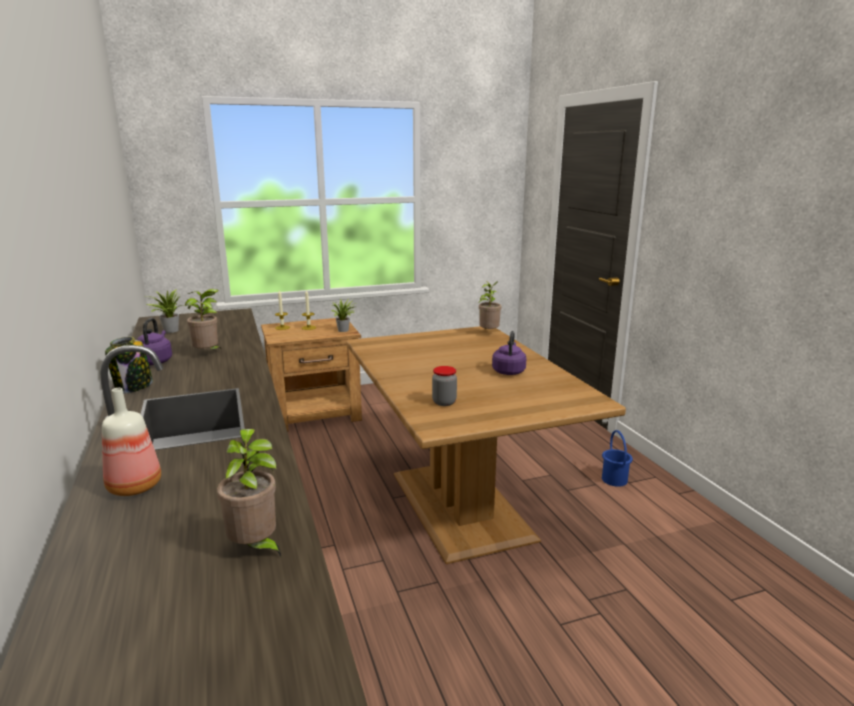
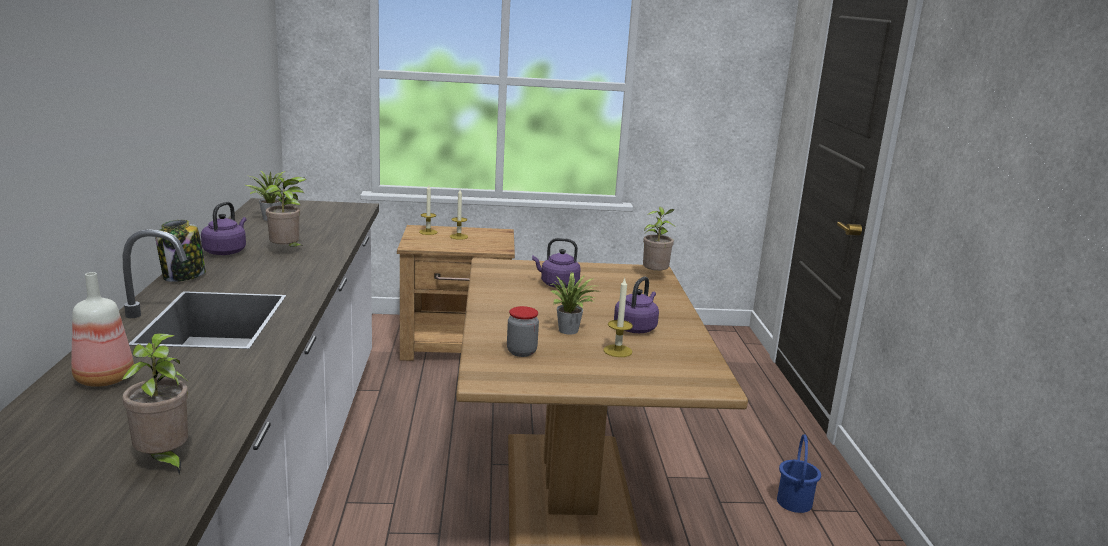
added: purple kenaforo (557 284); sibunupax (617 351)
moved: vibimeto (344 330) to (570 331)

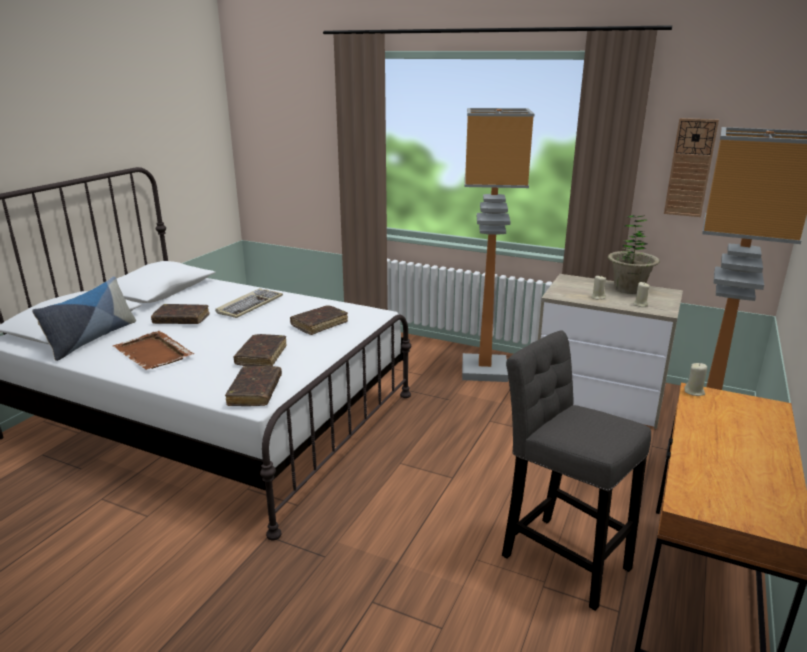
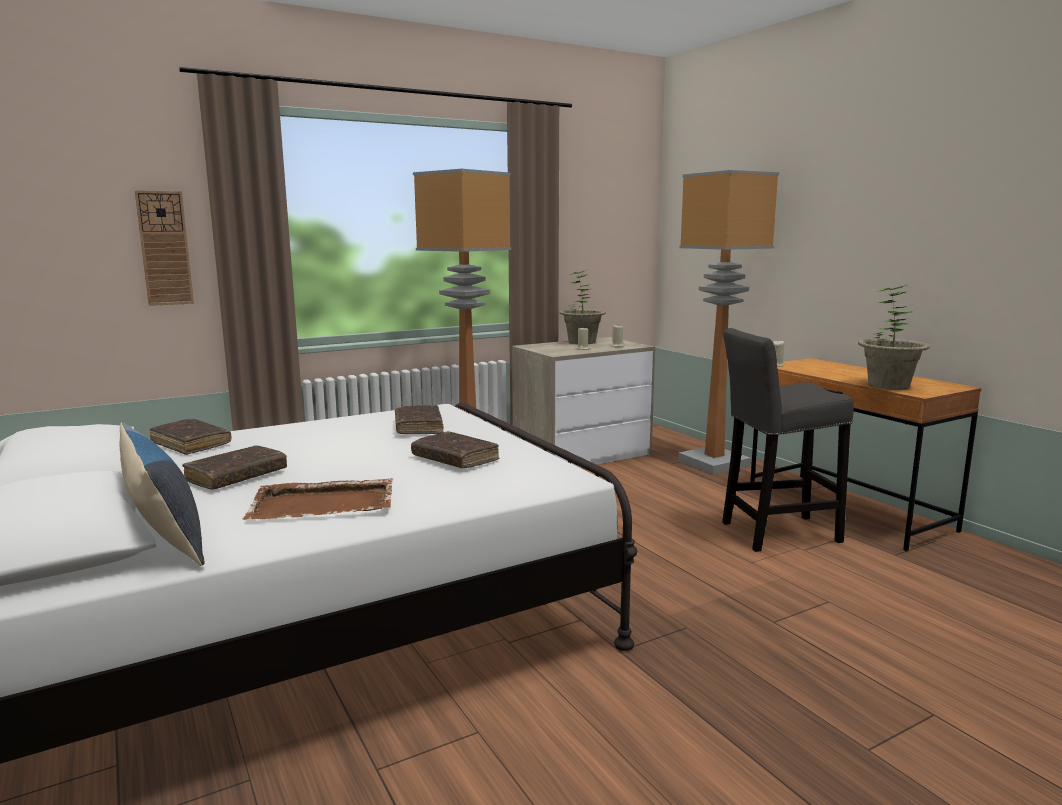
removed: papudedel (249 305)
added: vibimeto (888 385)
moved: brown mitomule (255 392) to (191 444); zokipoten (690 168) to (165 248)

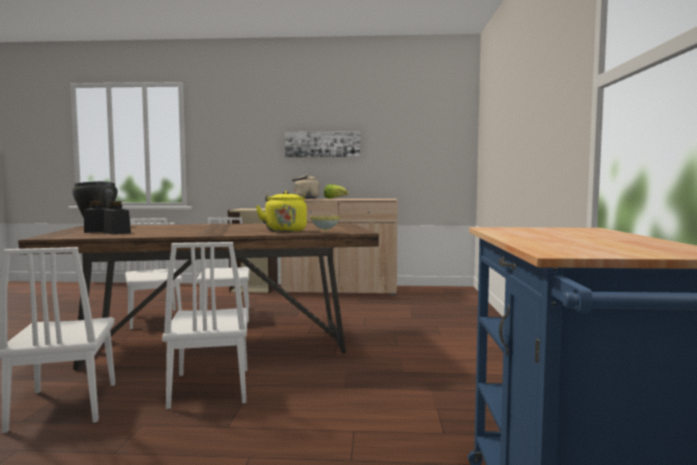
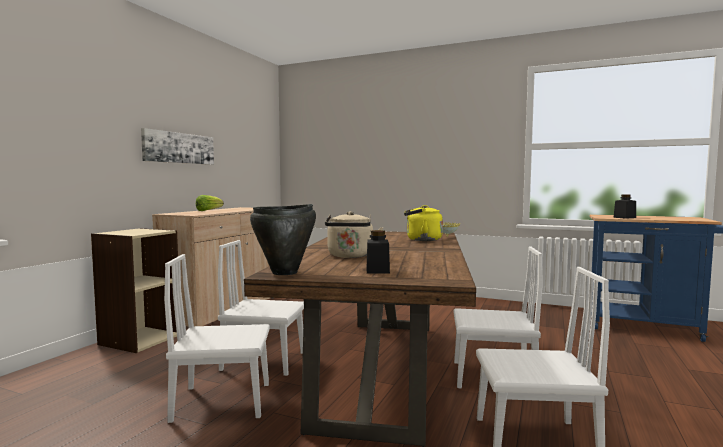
moved: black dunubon (117 233) to (624 217); beige kenaforo (305 198) to (350 256)

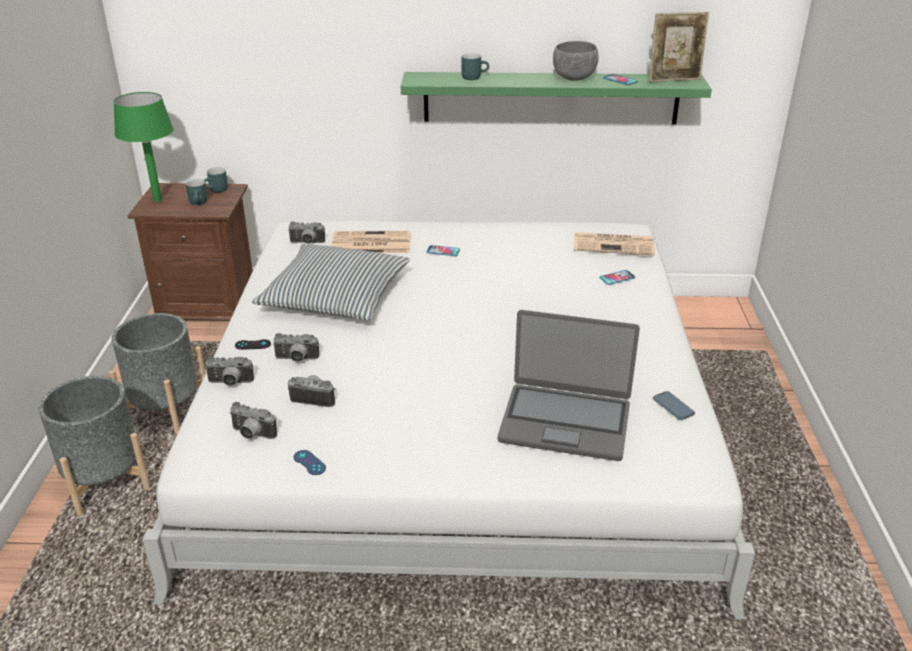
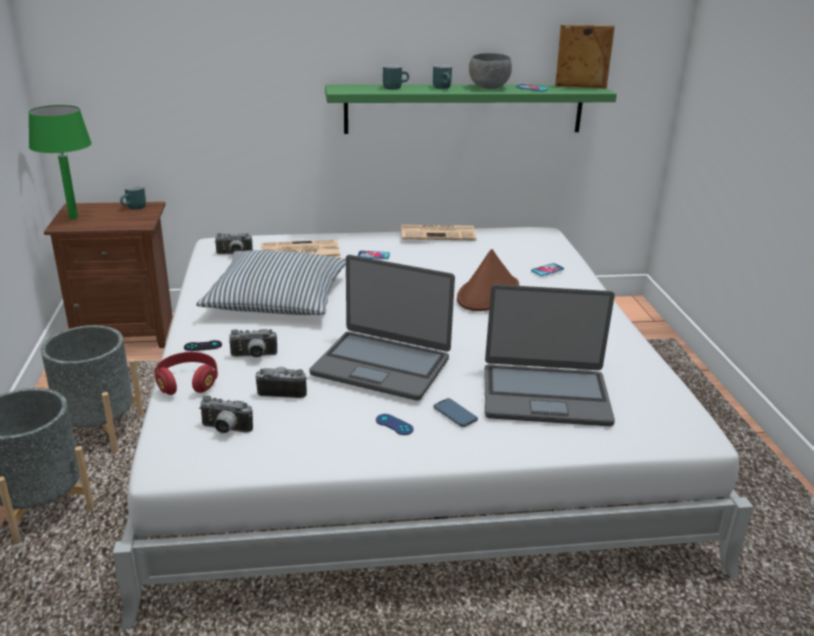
added: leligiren (382 365); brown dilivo (488 294)
moved: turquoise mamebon (199 203) to (444 88); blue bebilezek (309 462) to (394 424); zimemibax (614 244) to (439 233); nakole (673 407) to (455 415)
replaced: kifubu (230 383) to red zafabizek (188 383)
turned: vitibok (674 80) = (580 88) 150 degrees counterclockwise

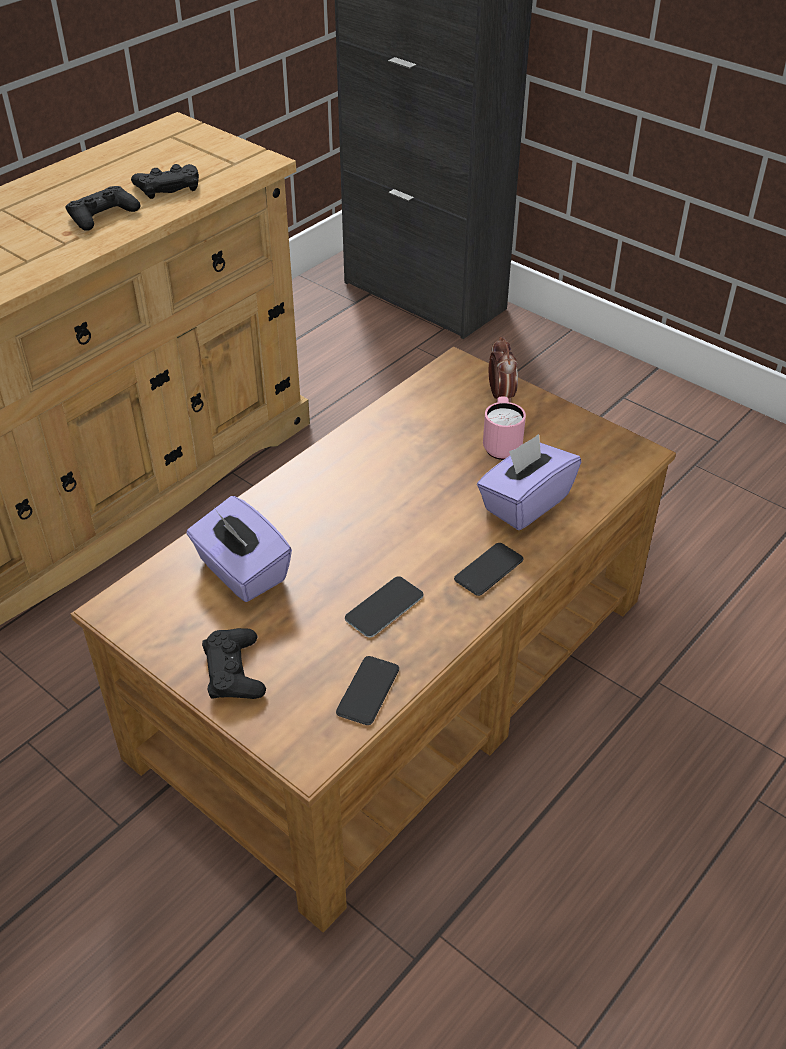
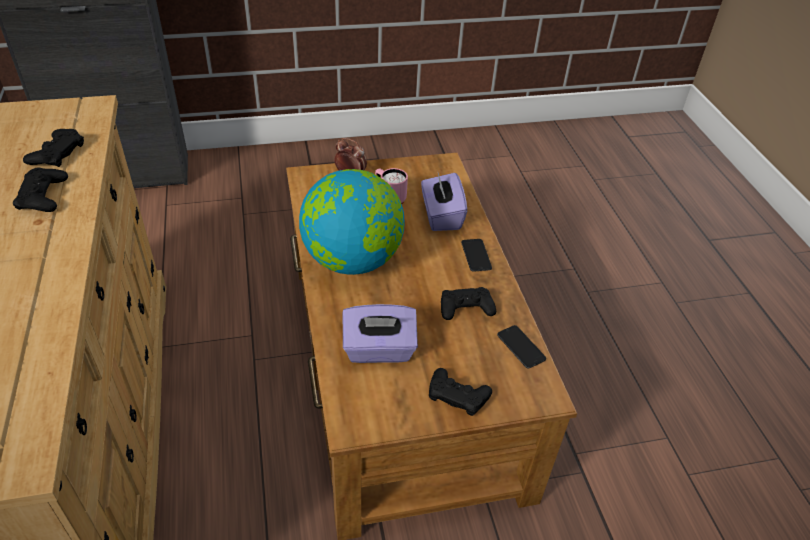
added: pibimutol (353 260)
replaced: nakole (384 607) to black bebilezek (466 307)

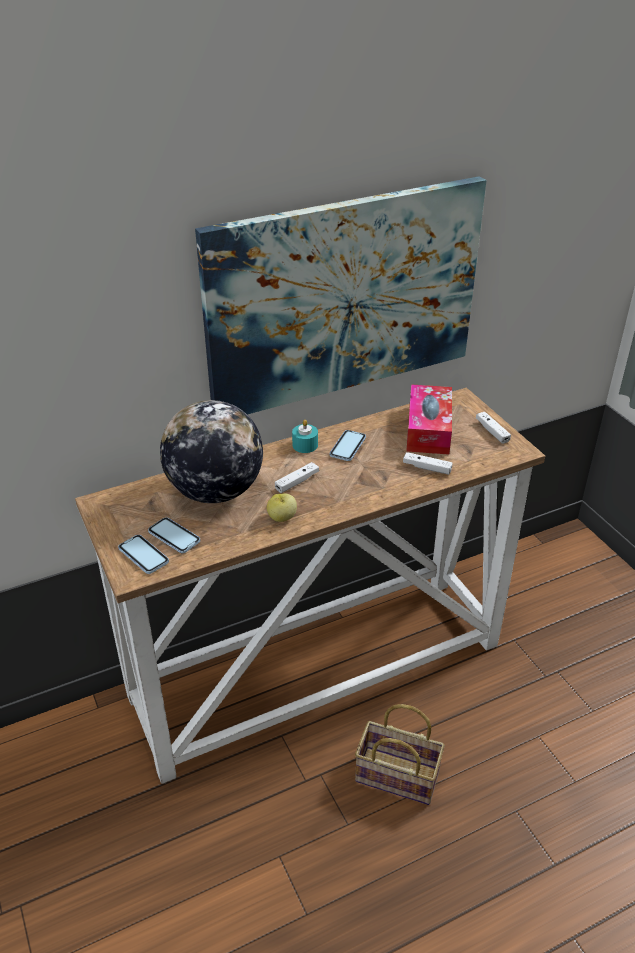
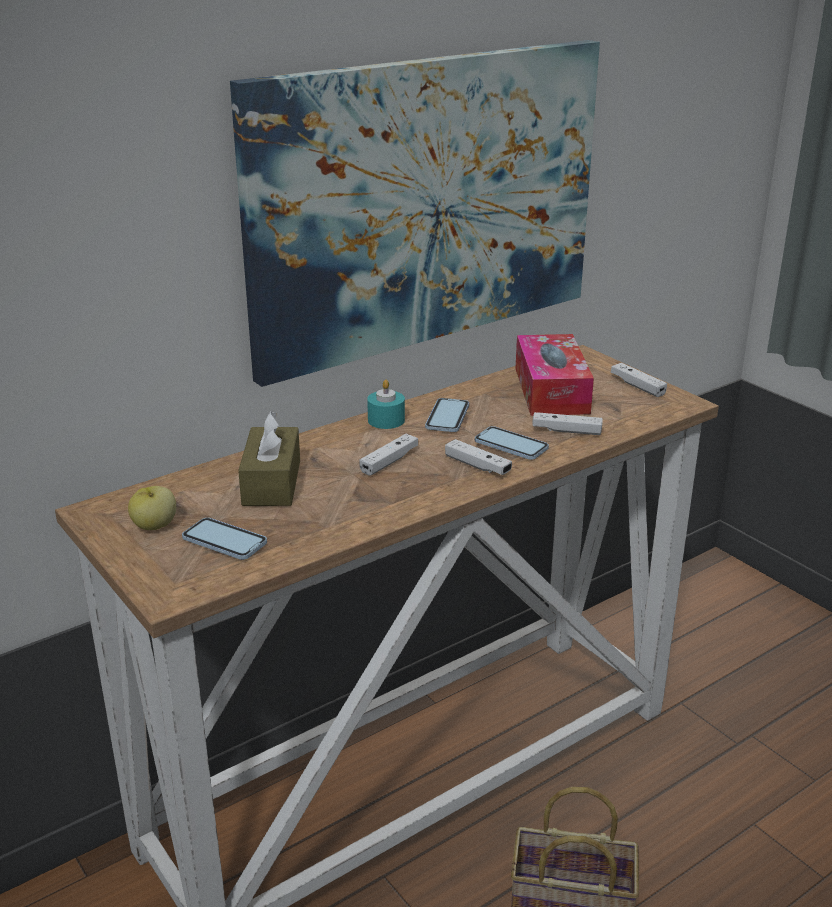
added: white bebilezek (477 466)
moved: nakole (143 555) to (511 445); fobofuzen (282 518) to (154 526)
replaced: pibimutol (215 491) to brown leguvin (271 482)

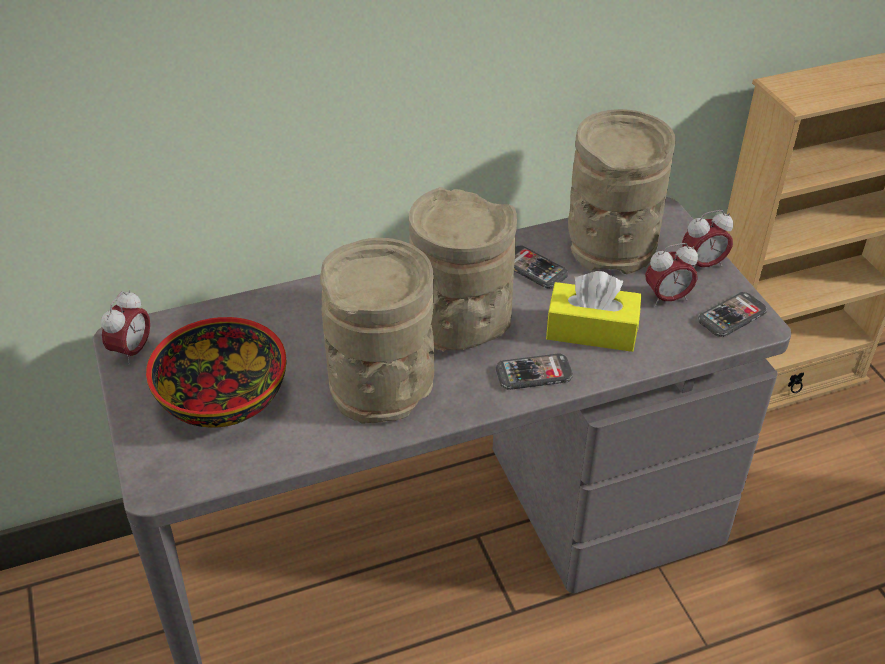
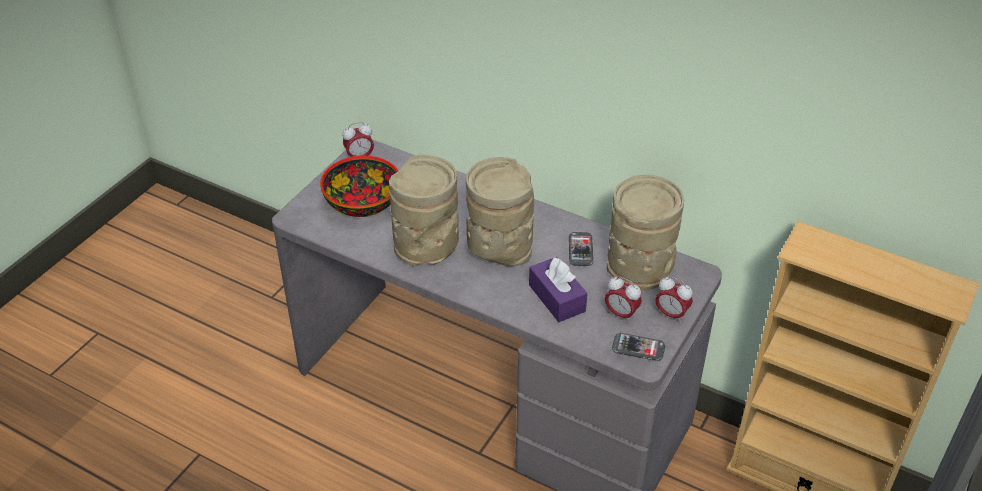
removed: nakole (534 373)
recoloured: yellow leguvin (591 330) to purple leguvin (557 298)

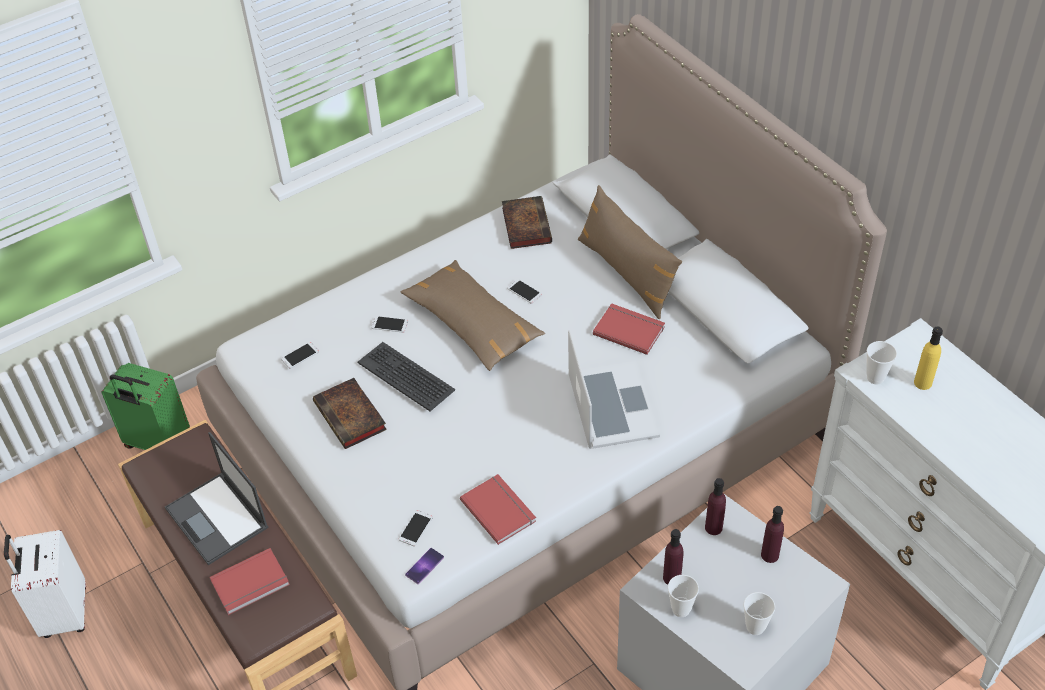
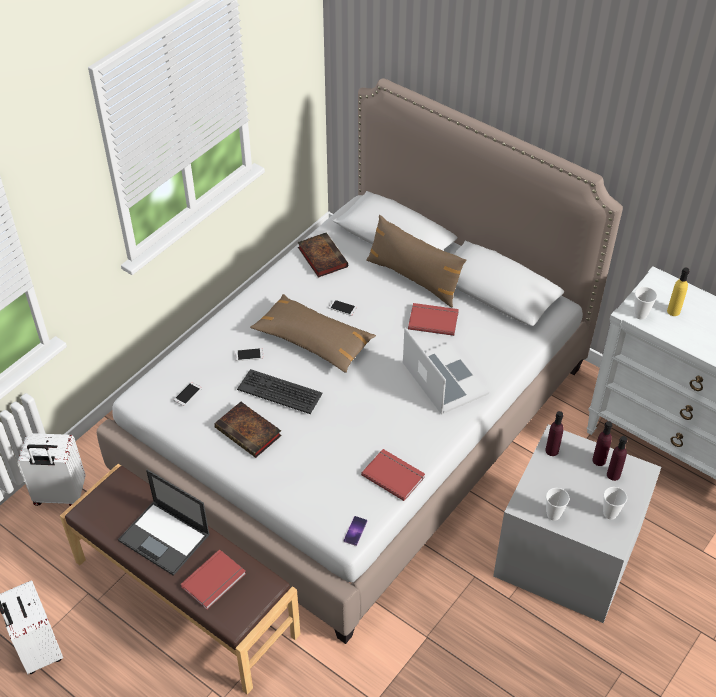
removed: nakole (415 528)
moved: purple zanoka (672 578) to (613 475)
recoloured: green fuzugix (156 443) to white fuzugix (59 495)

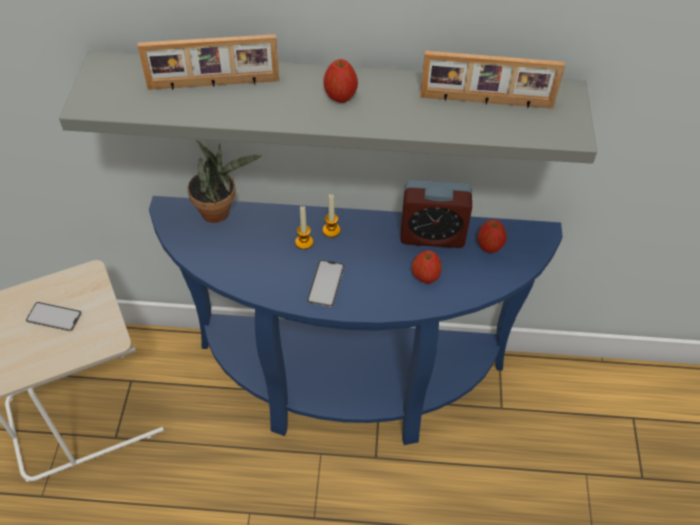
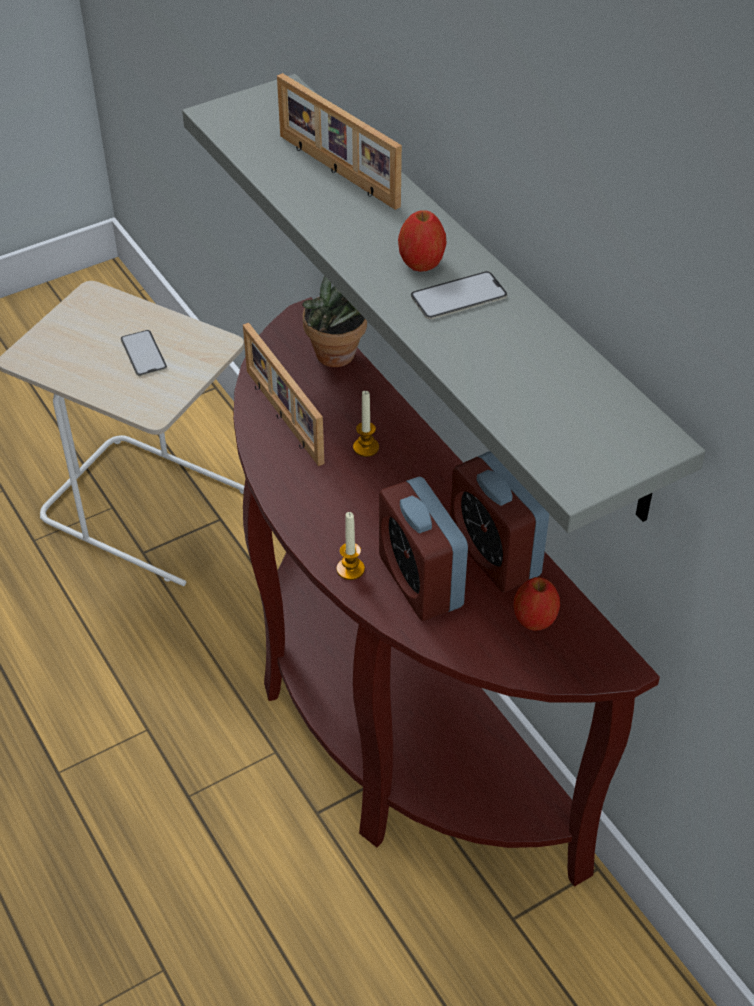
moved: nakole (326 283) to (459 296); sibunupax (331 230) to (350 569); vitibok (486 102) to (282 417)
replaced: fobofuzen (425 277) to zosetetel (420 581)
recoloured: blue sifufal (347 387) to brown sifufal (389 724)

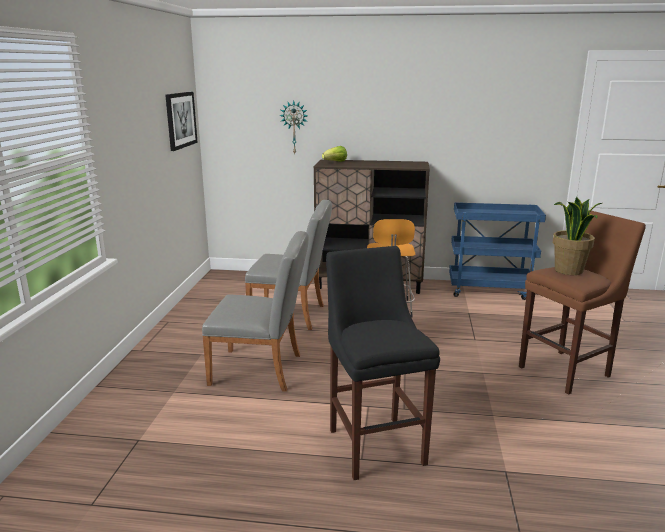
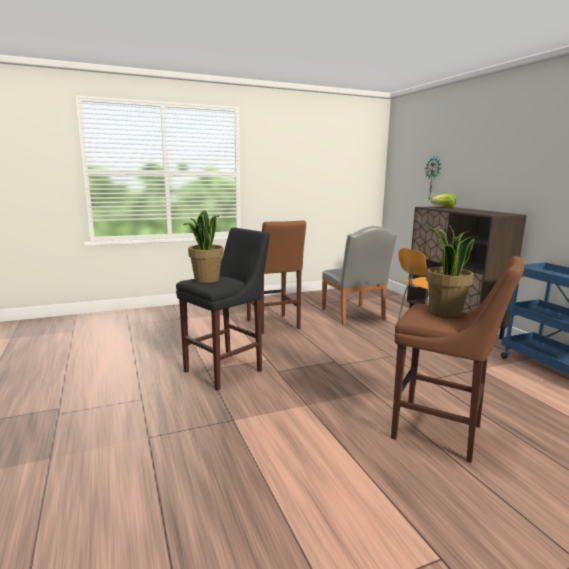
removed: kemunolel (180 120)
added: vibimeto (206 280)
replaced: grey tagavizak (263 370) to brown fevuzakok (273 325)

